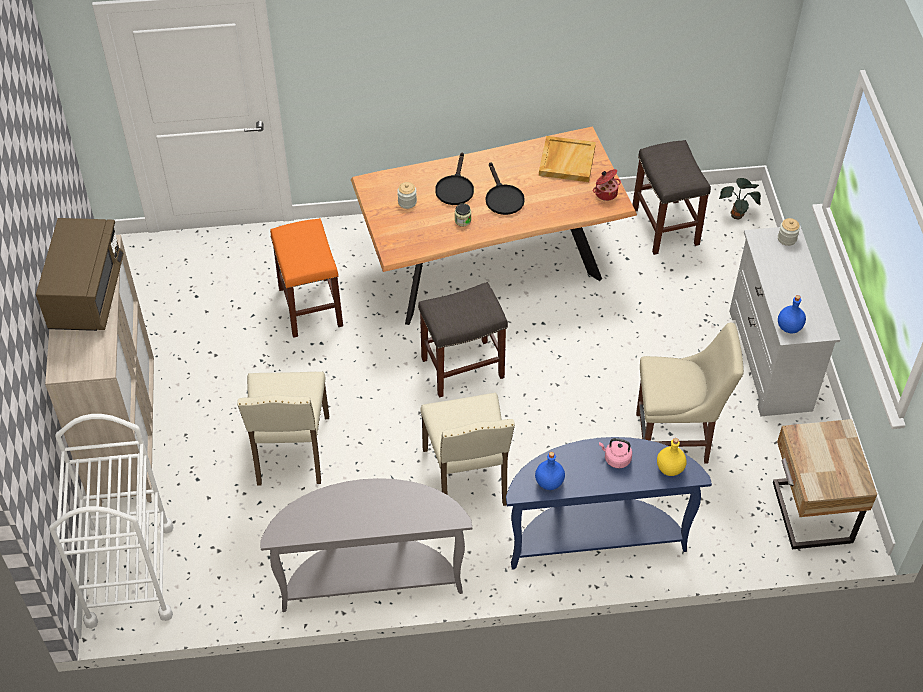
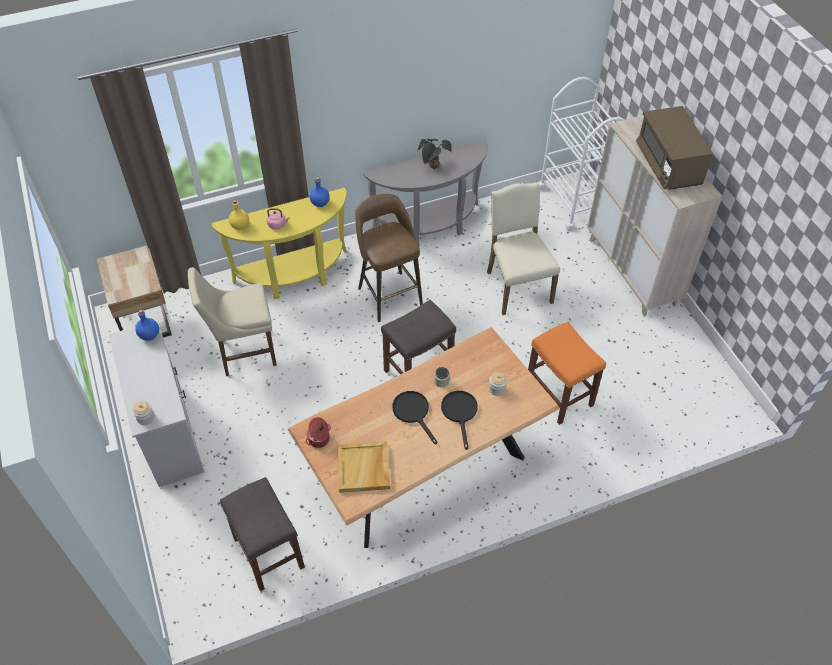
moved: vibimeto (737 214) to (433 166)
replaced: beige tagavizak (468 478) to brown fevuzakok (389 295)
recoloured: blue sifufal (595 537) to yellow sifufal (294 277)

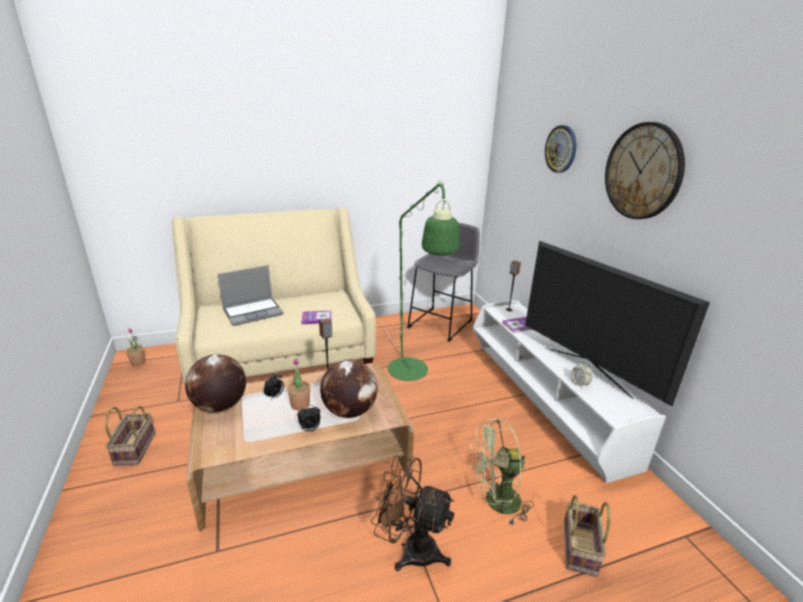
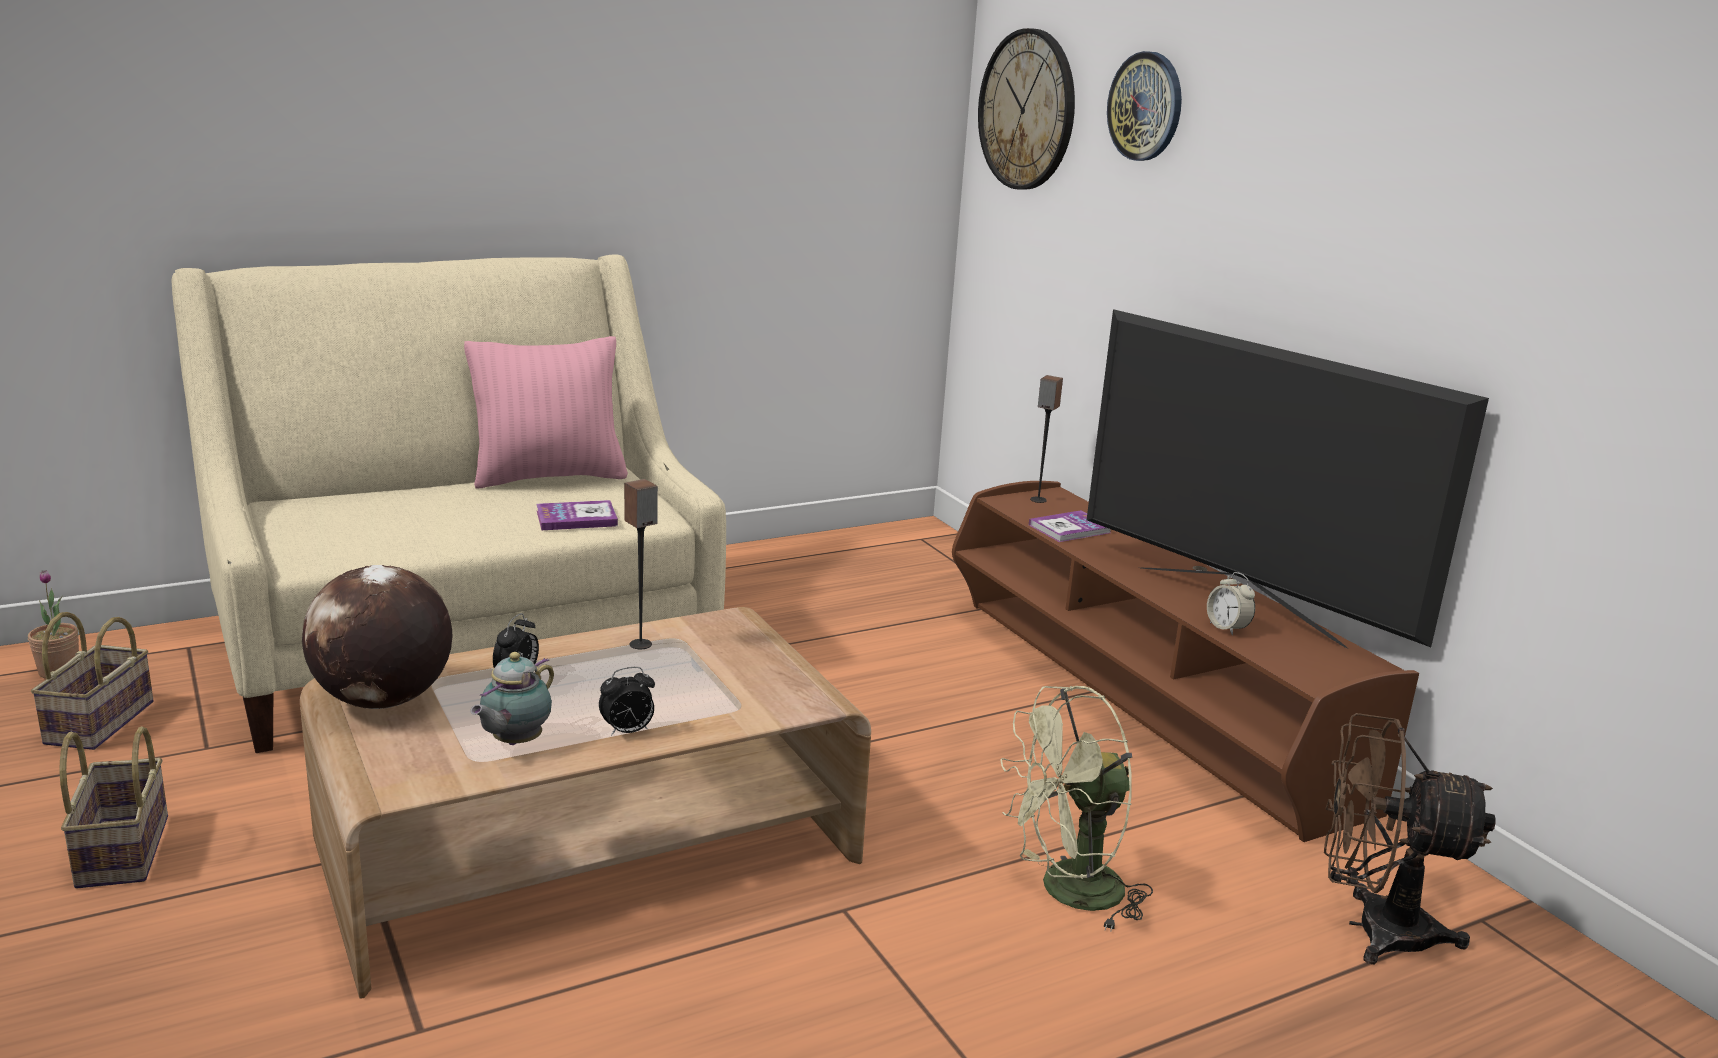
removed: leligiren (253 312); vibimeto (300 405); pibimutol (349 411); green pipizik (411 375); grey fevuzakok (442 323)
added: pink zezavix (549 477); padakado (514 742)
moved: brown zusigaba (411 548) to (1372 929); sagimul (580 550) to (100 724); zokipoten (643 171) to (1027 110)
recoloured: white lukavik (543 400) to brown lukavik (1139 701)

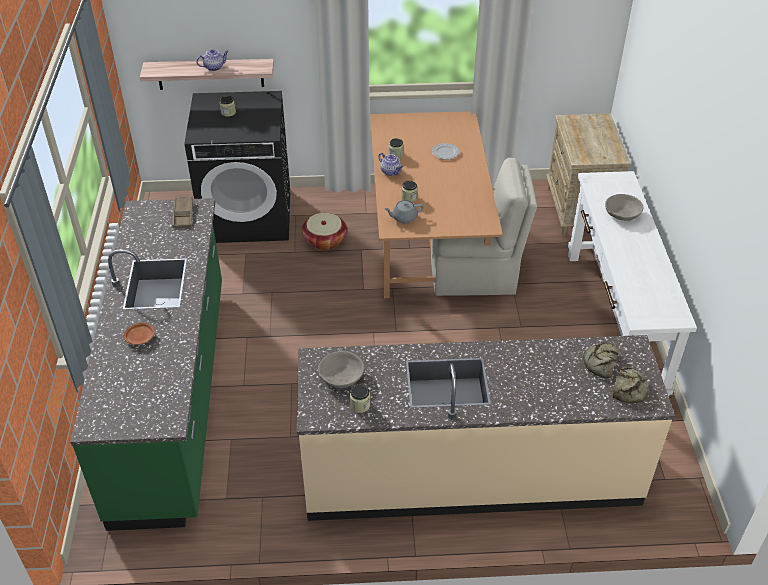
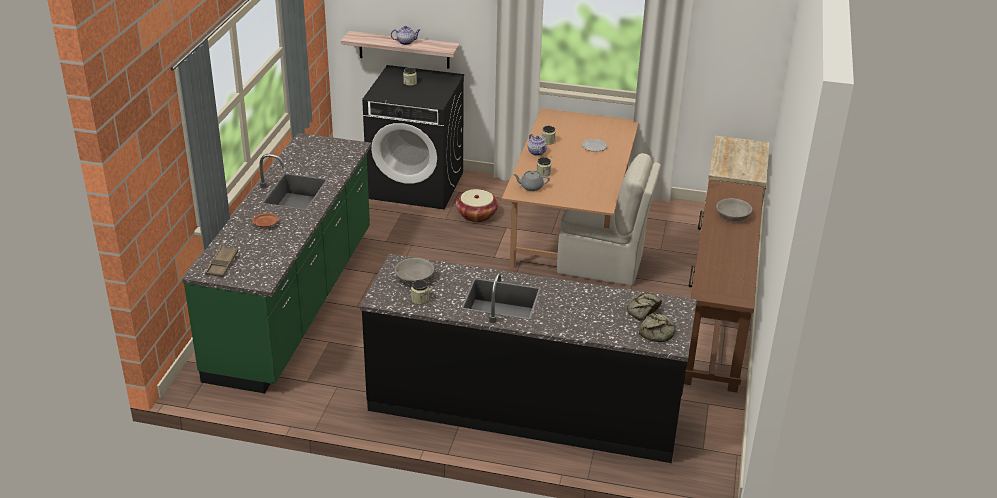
moved: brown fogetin (183 214) to (222 264)
recoloured: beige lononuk (470 472) to black lononuk (525 407); white sifufal (613 322) to brown sifufal (716 324)

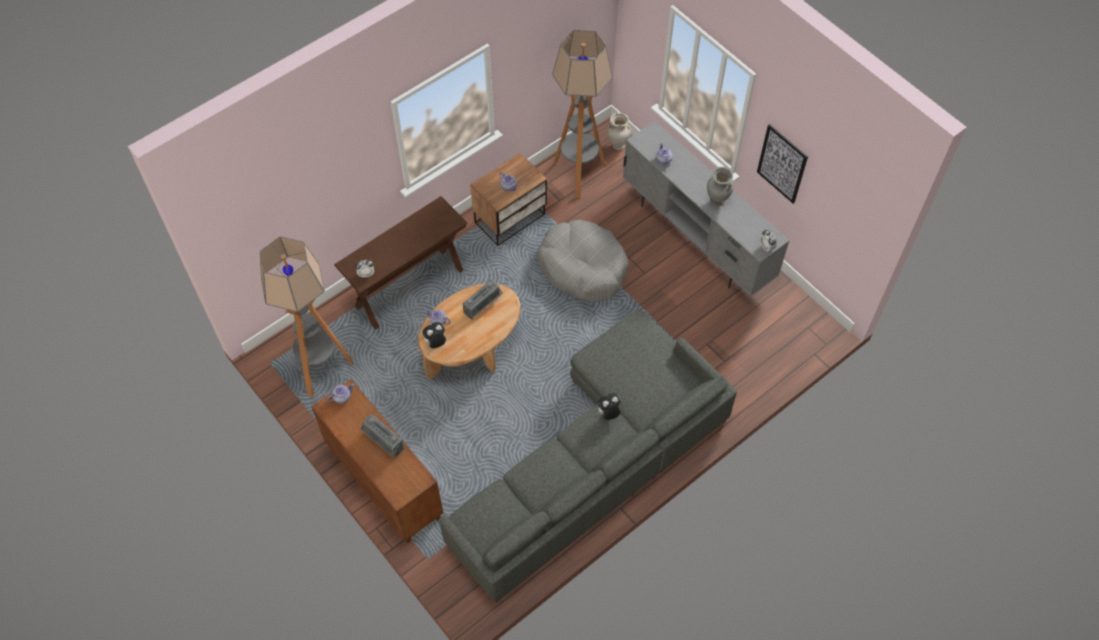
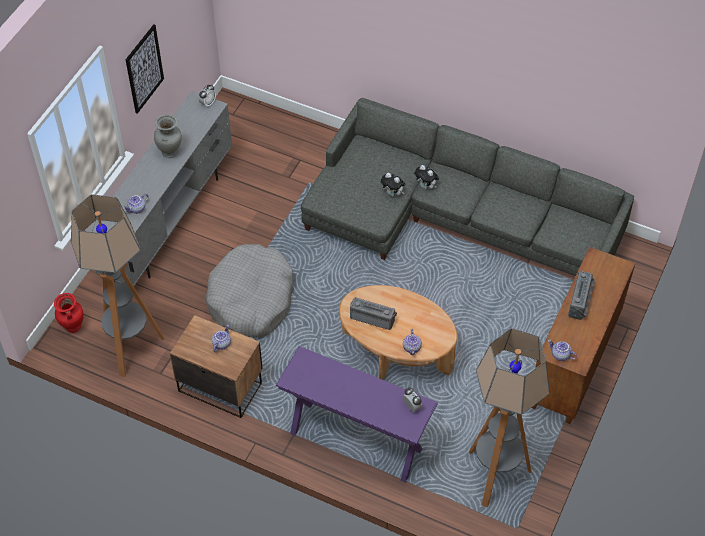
moved: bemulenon (435 343) to (393 193)
recoloured: brown sifufal (409 288) to purple sifufal (356 441); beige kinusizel (618 145) to red kinusizel (73 327)

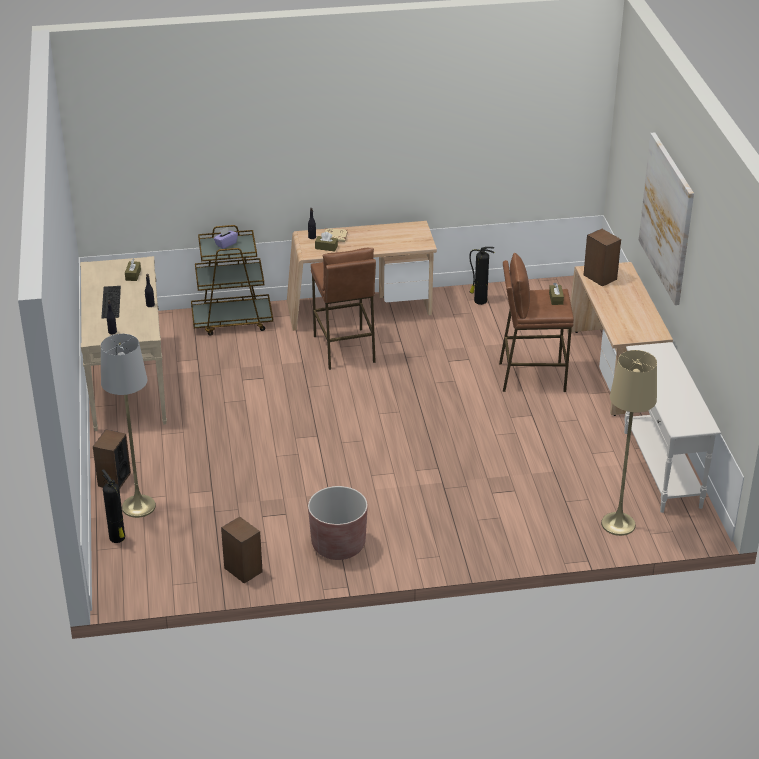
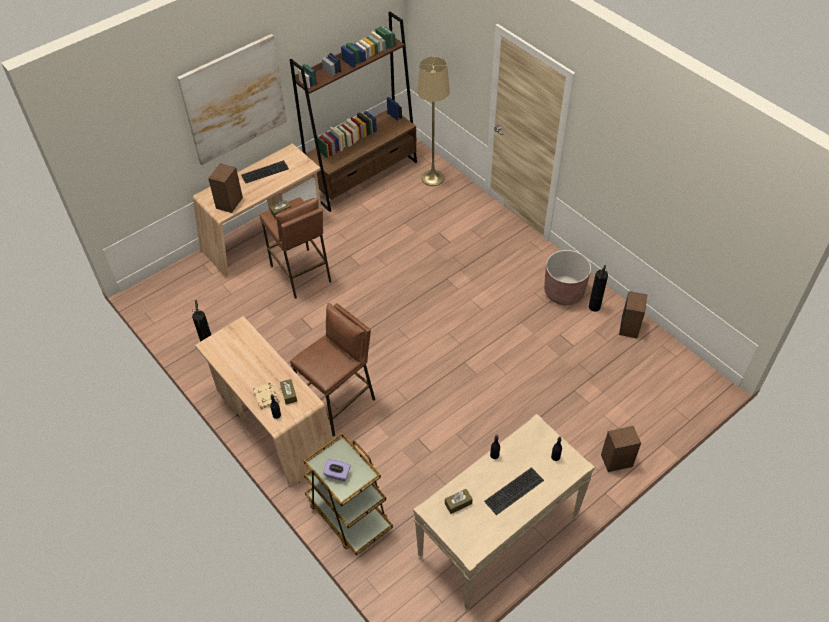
removed: grey pipizik (138 506)
added: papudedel (265 171)
moved: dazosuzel (117 538) to (594 306)
replaced: white sifufal (661 469) to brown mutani (364 177)

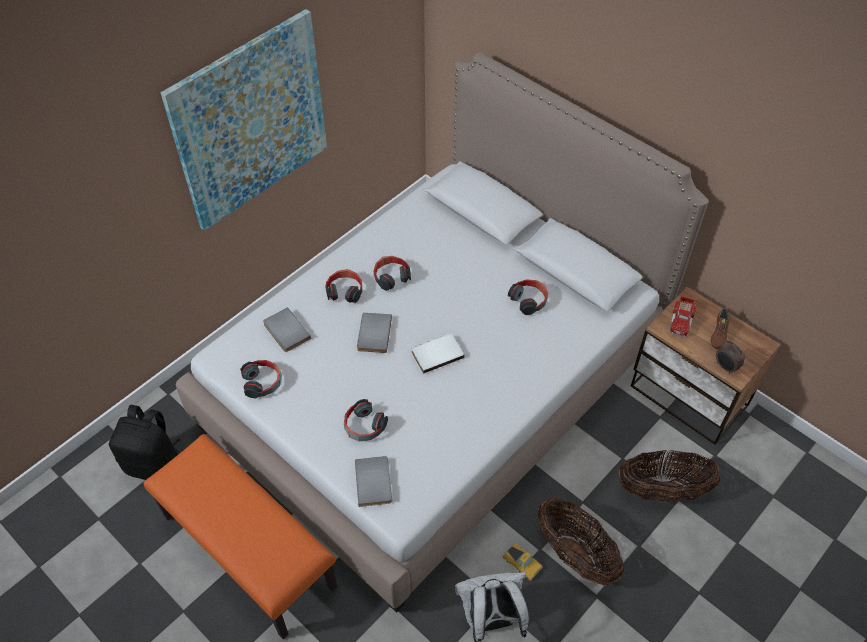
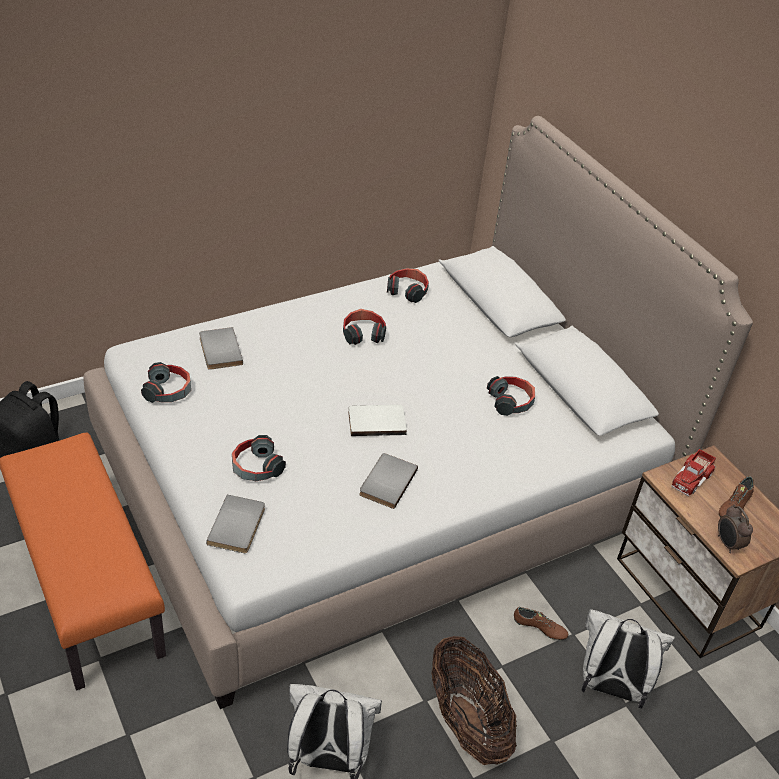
removed: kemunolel (251 121); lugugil (522 563)
added: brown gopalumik (539 628)
moved: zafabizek (345 291) to (407 291); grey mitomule (373 334) to (386 482)
replaced: sagimul (662 490) to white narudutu (609 687)

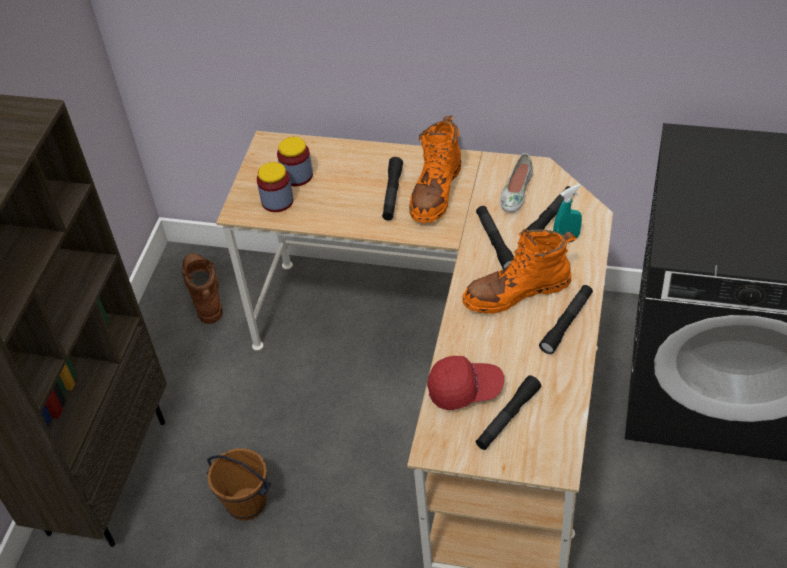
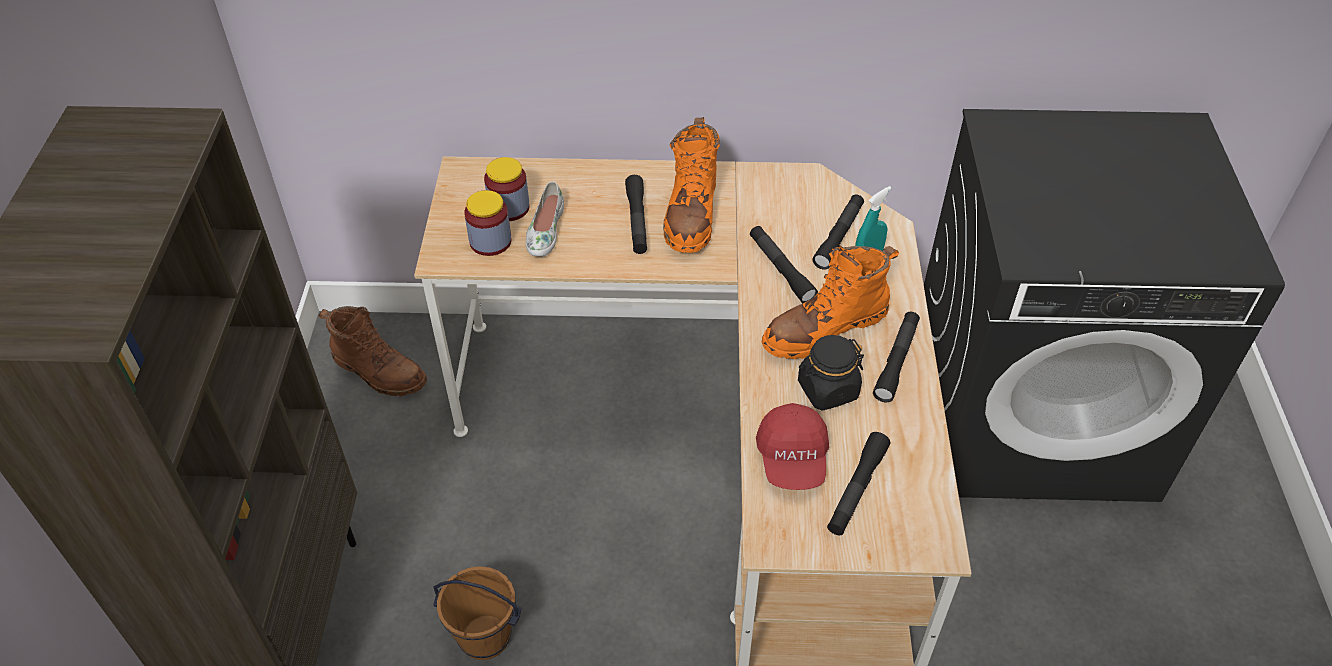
added: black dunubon (827 390)
moved: white gopalumik (516 191) to (545 230)
turned: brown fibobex (204 293) = (378 371) 150 degrees clockwise; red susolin (465 389) = (792 459) 105 degrees clockwise

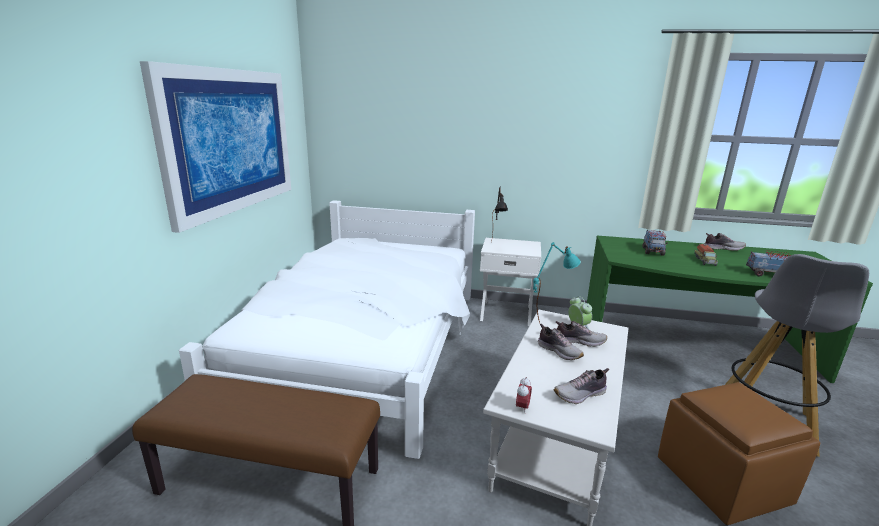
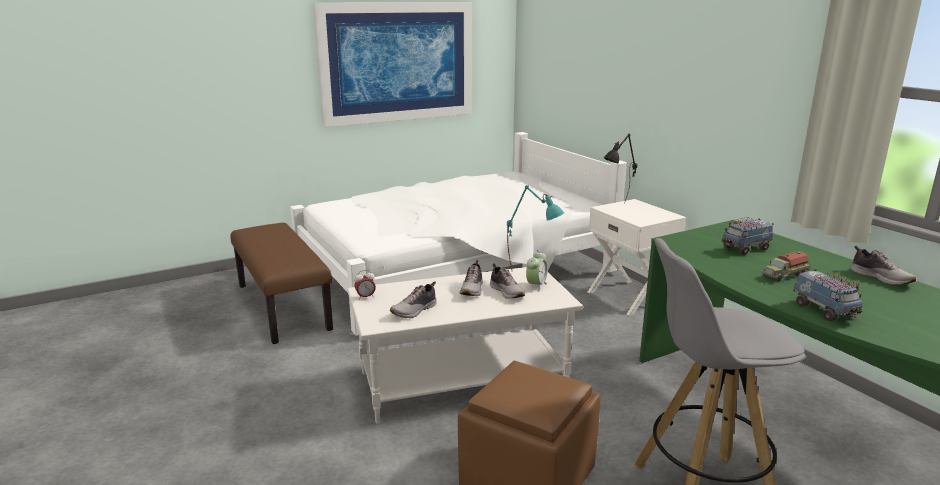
turned: gopalumik (581 395) = (415 310) 75 degrees counterclockwise

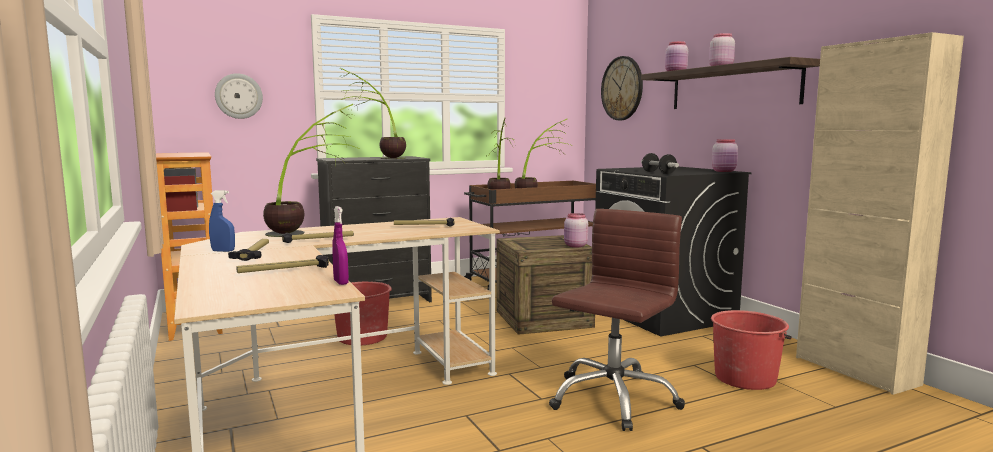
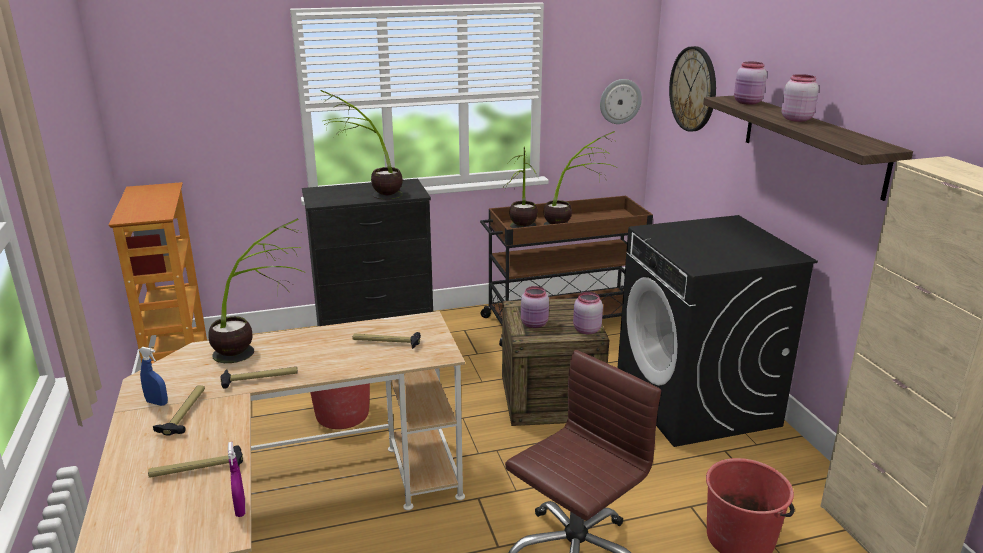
removed: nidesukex (658 173)
moved: zokipoten (238 96) to (620 101); pink dunubon (724 171) to (535 324)

